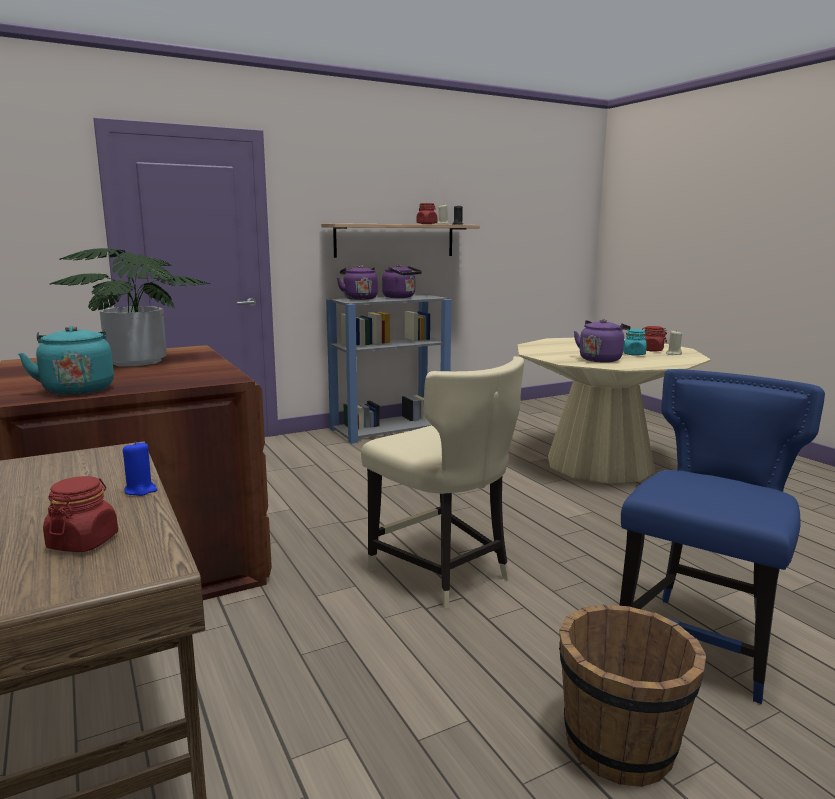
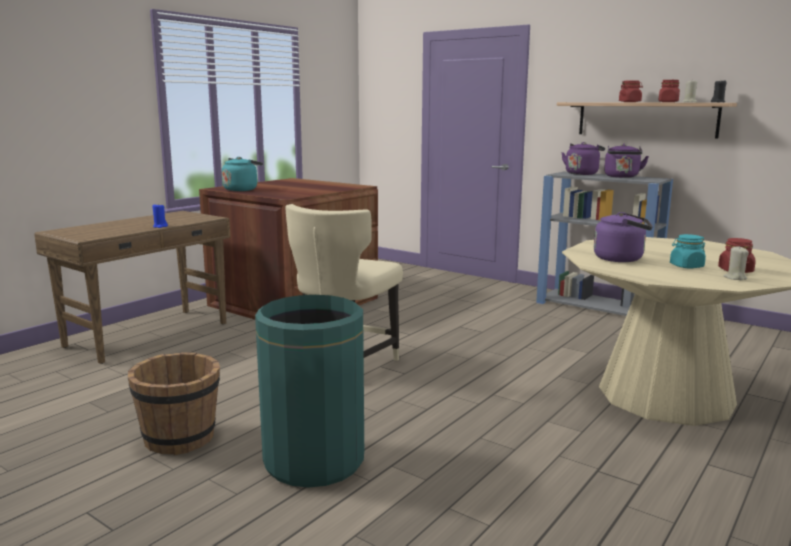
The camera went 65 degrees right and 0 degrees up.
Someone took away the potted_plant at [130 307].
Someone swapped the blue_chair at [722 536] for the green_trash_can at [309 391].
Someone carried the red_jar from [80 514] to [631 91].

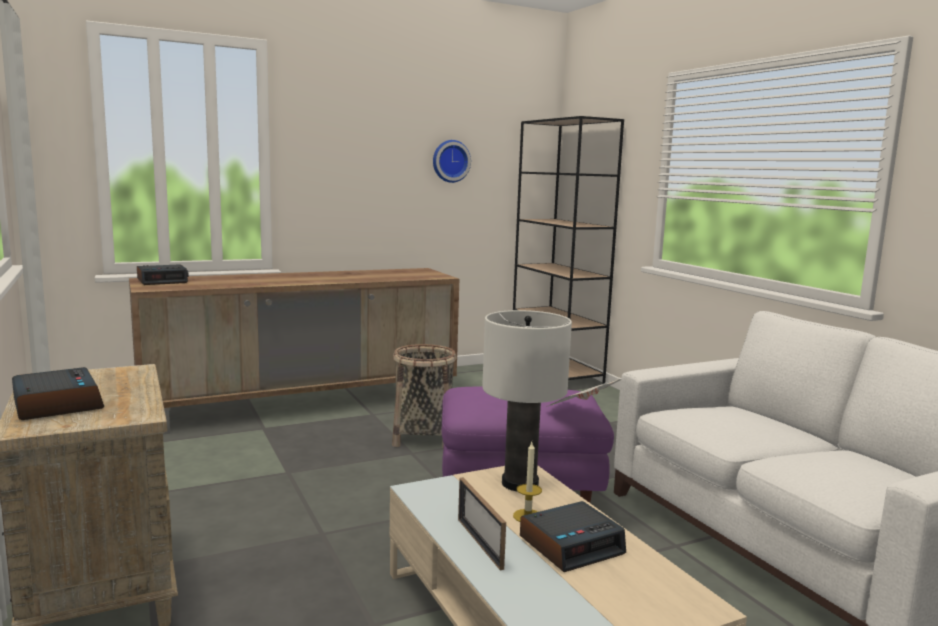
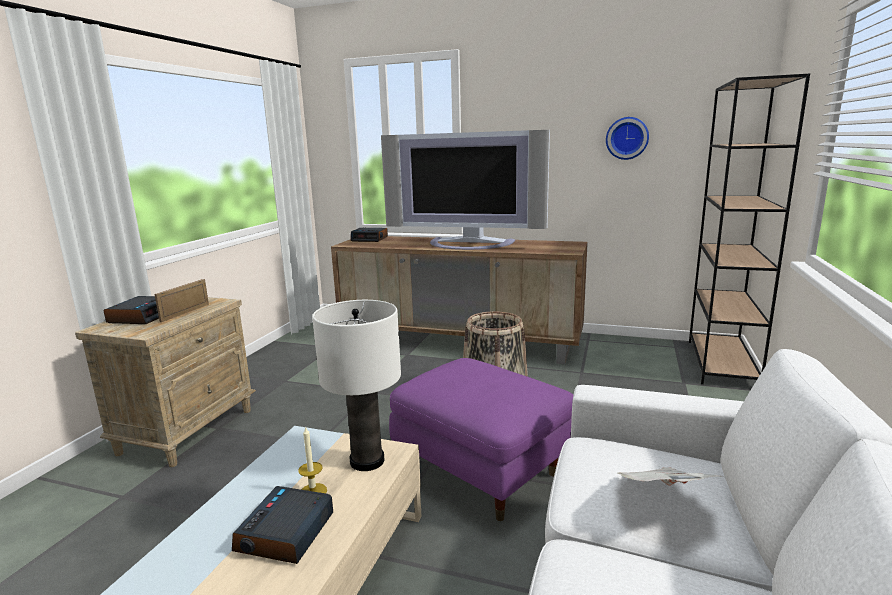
The camera went 45 degrees right and 5 degrees up.
Someone carried the newspaper from [583 393] to [670 476].
Someone carried the picture_frame from [482 523] to [181 300].
Someone rotated the alarm_clock at [573 536] by 90 degrees clockwise.
Someone put down the television at [465 190].

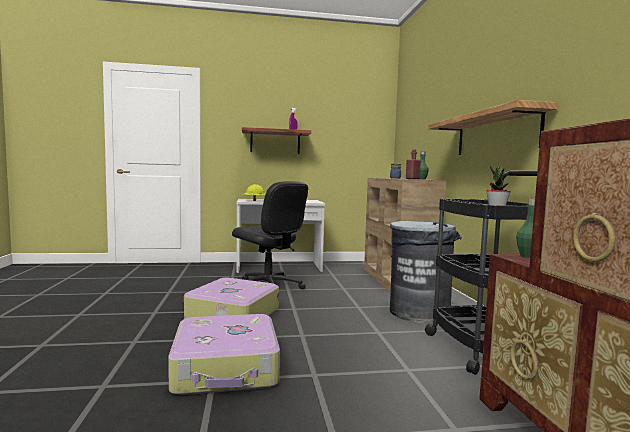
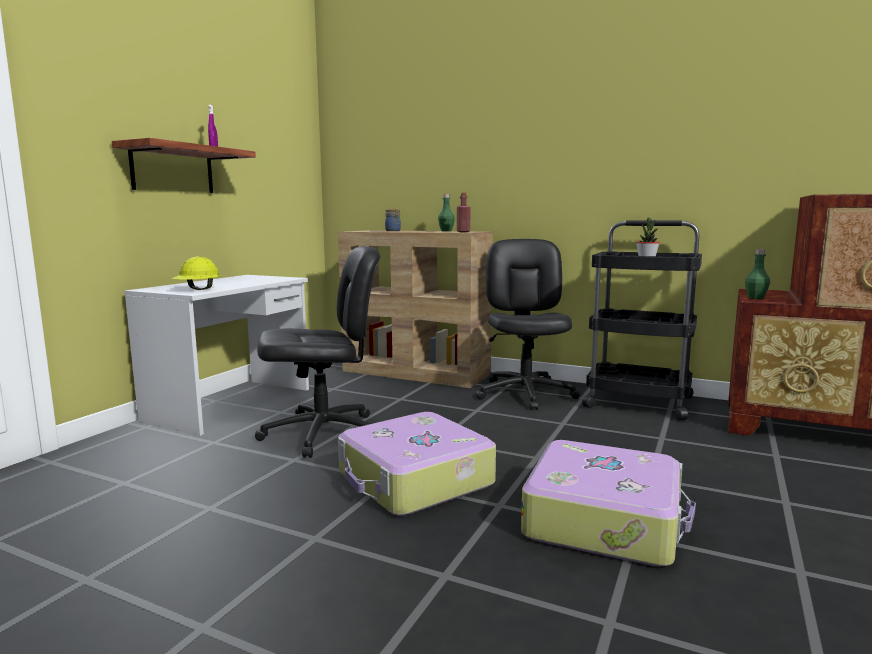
The camera went 55 degrees left and 5 degrees up.
Someone took away the shelf at [493 127].
Someone swapped the grey_trash_can at [426 272] for the black_office_chair at [527 324].

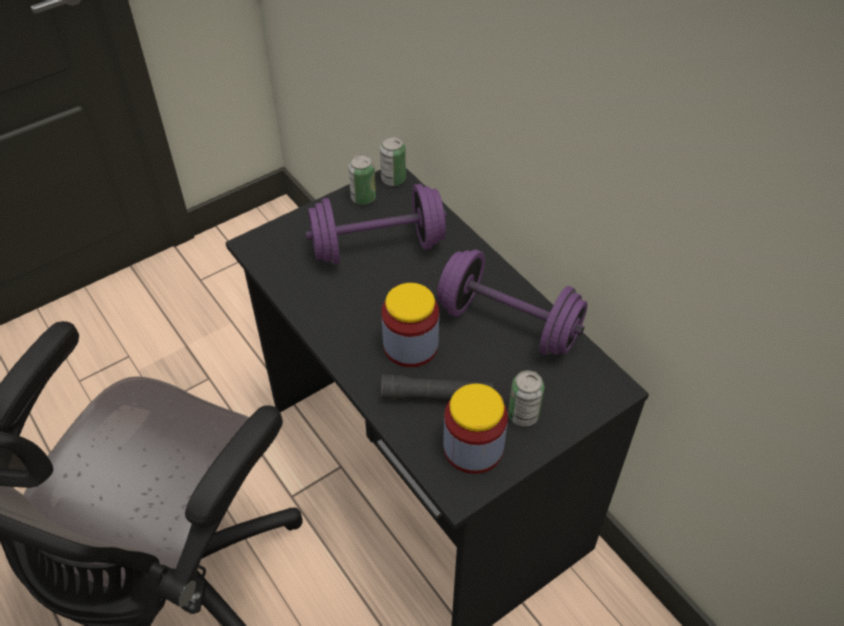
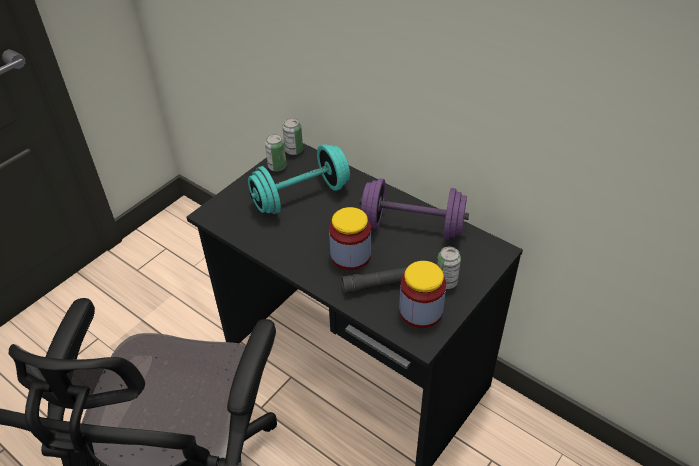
The camera went 15 degrees left and 5 degrees down.
Someone repainted the purple_dumbbell at [376 224], which became the turquoise_dumbbell at [299 179].

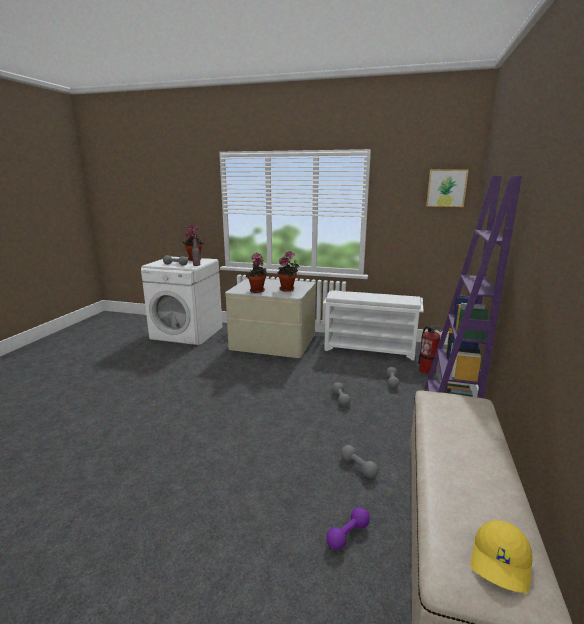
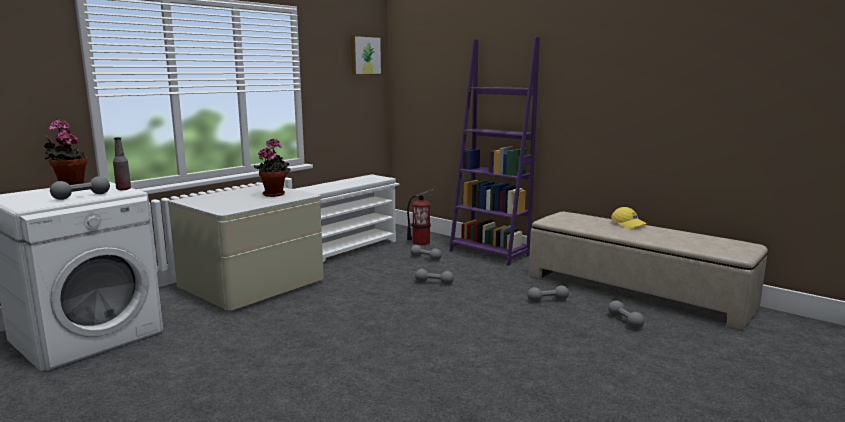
The camera went 65 degrees left and 5 degrees down.
Someone took away the potted_plant at [256 273].
Someone repainted the purple_dumbbell at [348 528], which became the grey_dumbbell at [626 314].
Someone carried the yellow_cap from [502 556] to [629 218].

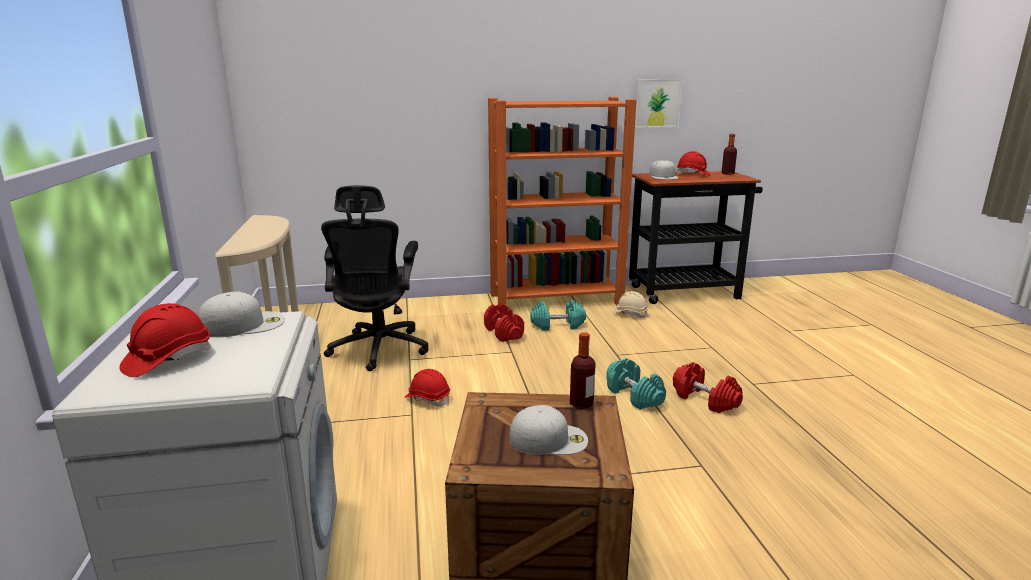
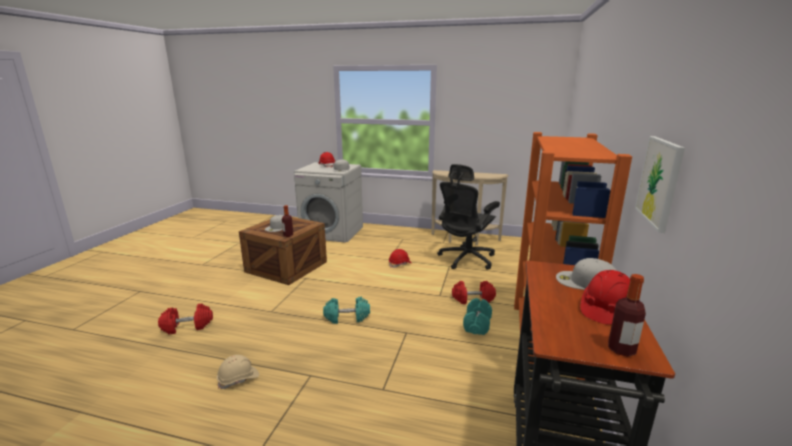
The camera went 115 degrees right and 0 degrees up.
Someone rotated the office_chair at [374 278] by 75 degrees counterclockwise.
Someone carried the beige_hard_hat from [630 304] to [238 372].
Someone carried the red_dumbbell from [708 387] to [185 319].

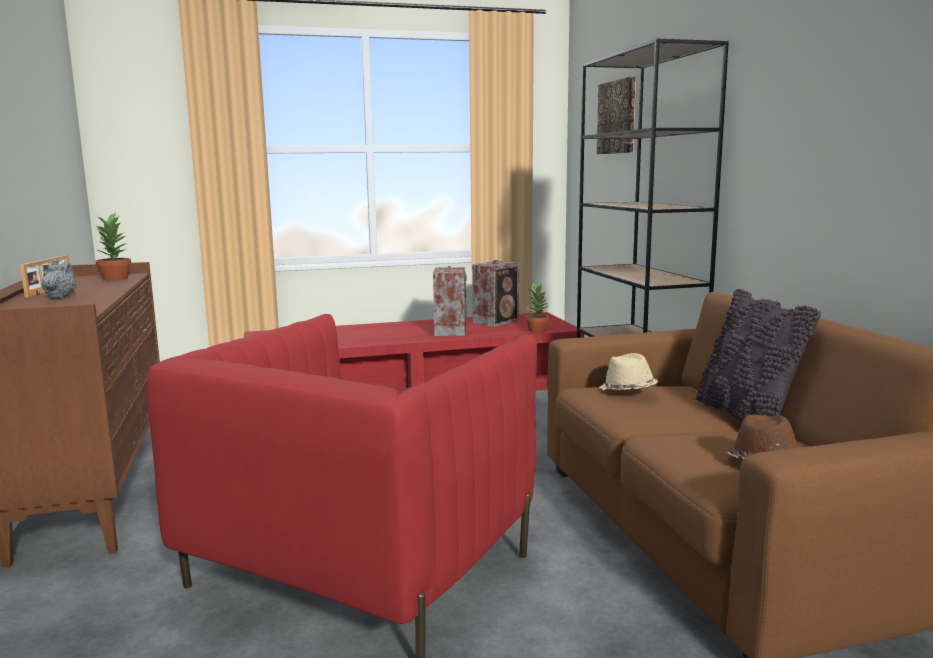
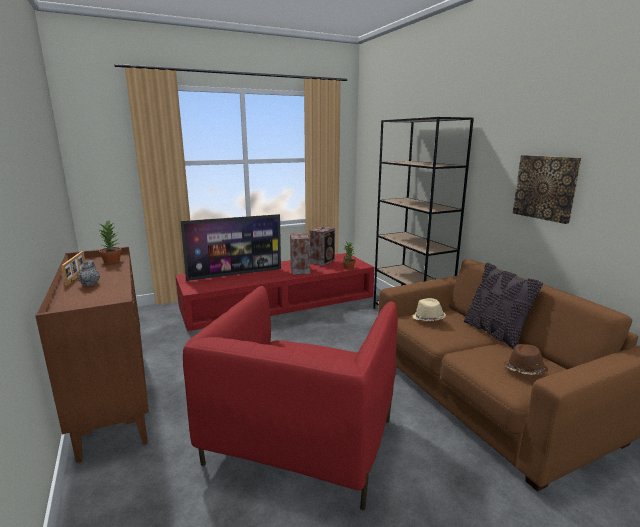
The camera went 10 degrees left and 5 degrees up.
Someone carried the picture from [616 115] to [547 189].
Someone put down the television at [231 247].

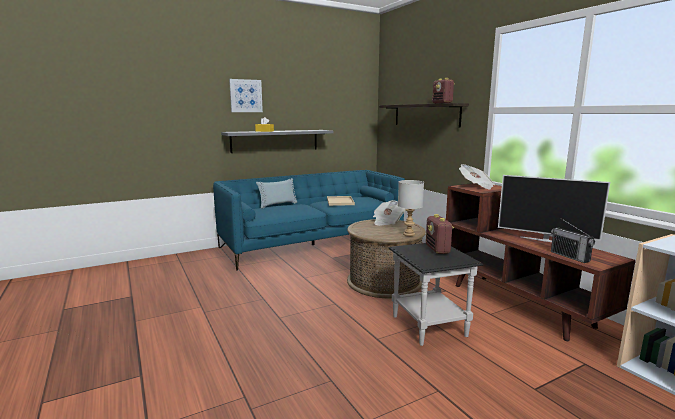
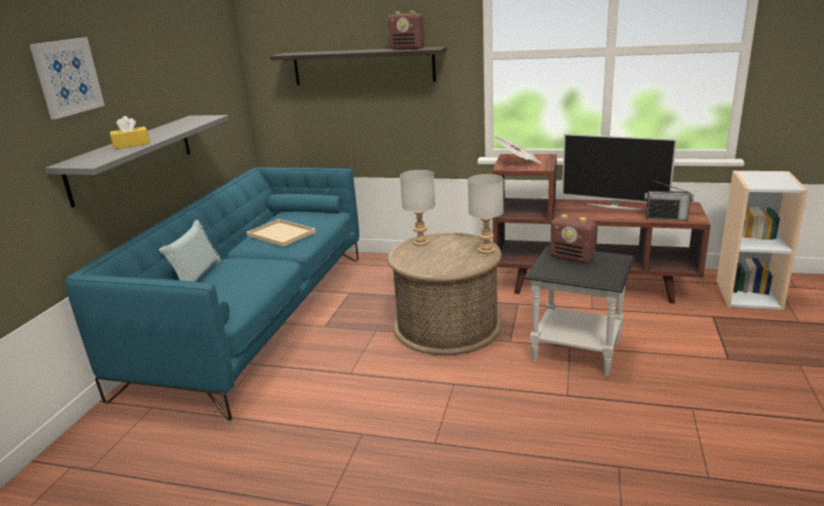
The camera went 45 degrees left and 10 degrees up.
Someone rotated the television at [554 208] by 45 degrees clockwise.
Someone swapped the newspaper at [389 213] for the grey_table_lamp at [417 208].

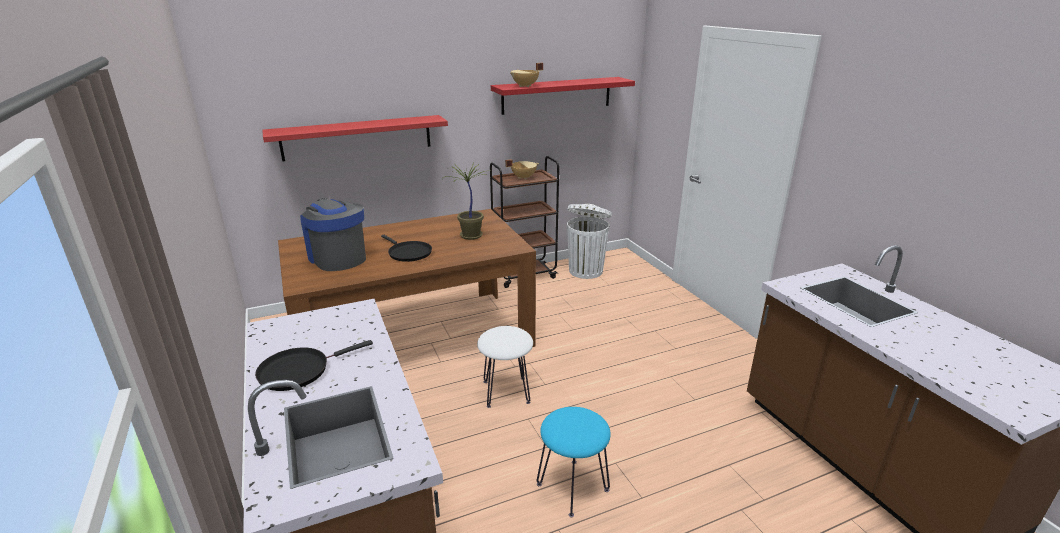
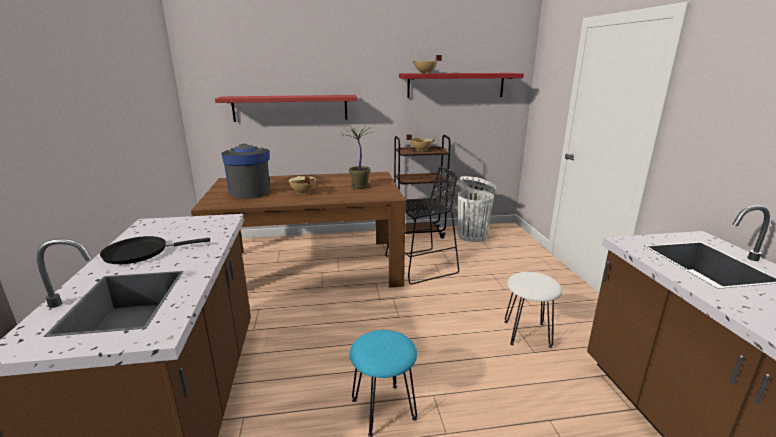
The camera went 15 degrees right and 5 degrees down.
Someone swapped the black_frying_pan at [406 248] for the beige_cooking_pot at [302 185].
Someone carried the white_stool from [505 367] to [533 310].
Someone put down the black_stool at [422 225].

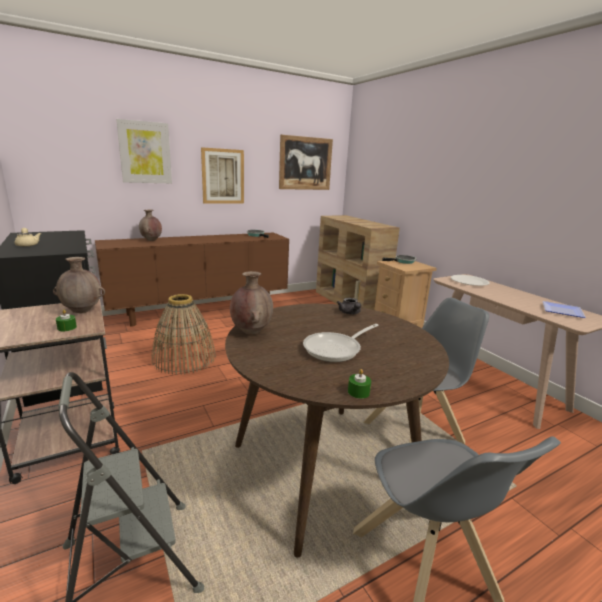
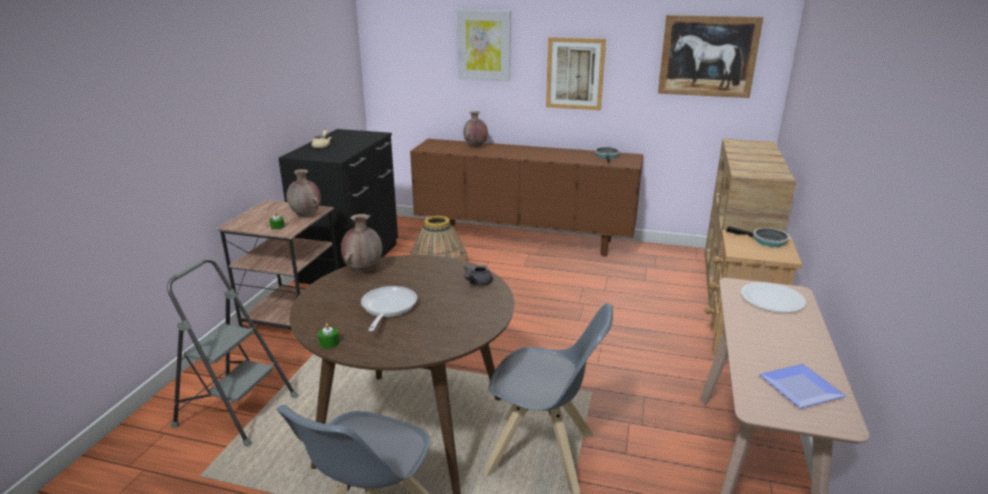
The camera went 45 degrees right and 5 degrees up.
Someone rotated the frying_pan at [341 343] by 90 degrees clockwise.

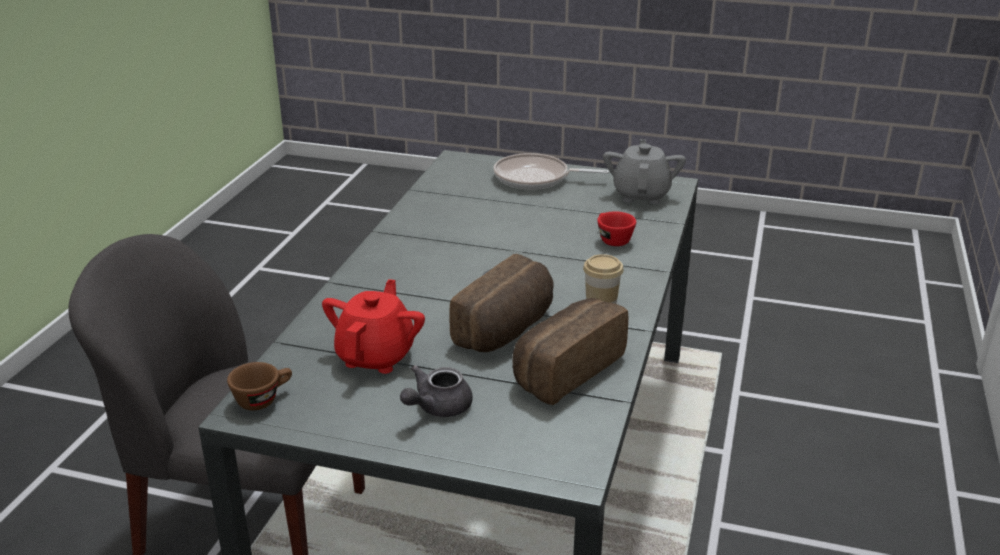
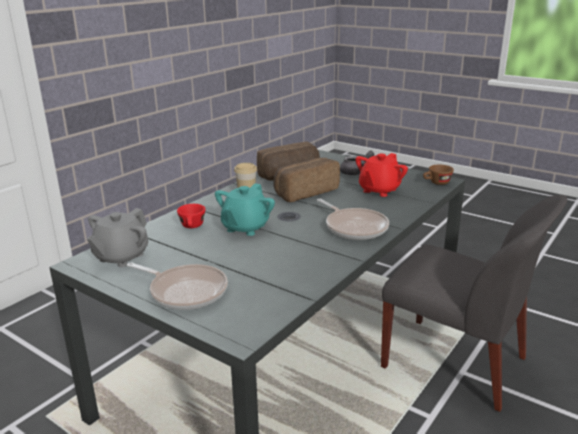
The camera went 160 degrees left and 5 degrees down.
Someone put down the turquoise_teapot at [245 209].
Someone put down the frying_pan at [353 219].

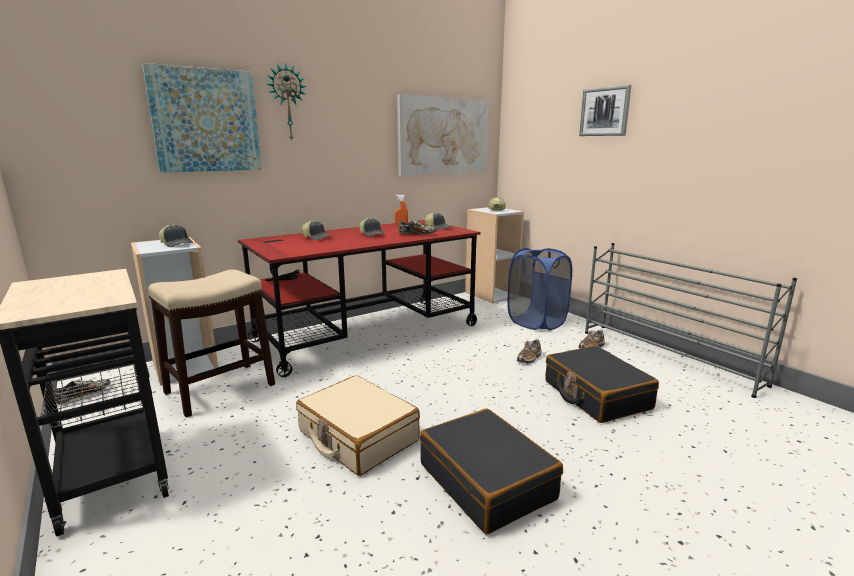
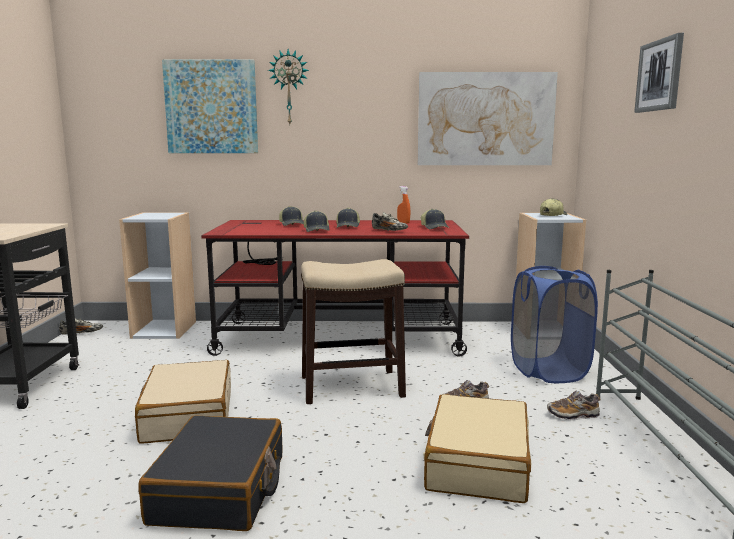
The camera went 35 degrees right and 5 degrees down.
Someone carried the cap from [176 235] to [317 221].
Someone carried the stool from [211 343] to [353 331].
Someone repainted the black_suitcase at [602 384], which became the beige_suitcase at [477 448].

